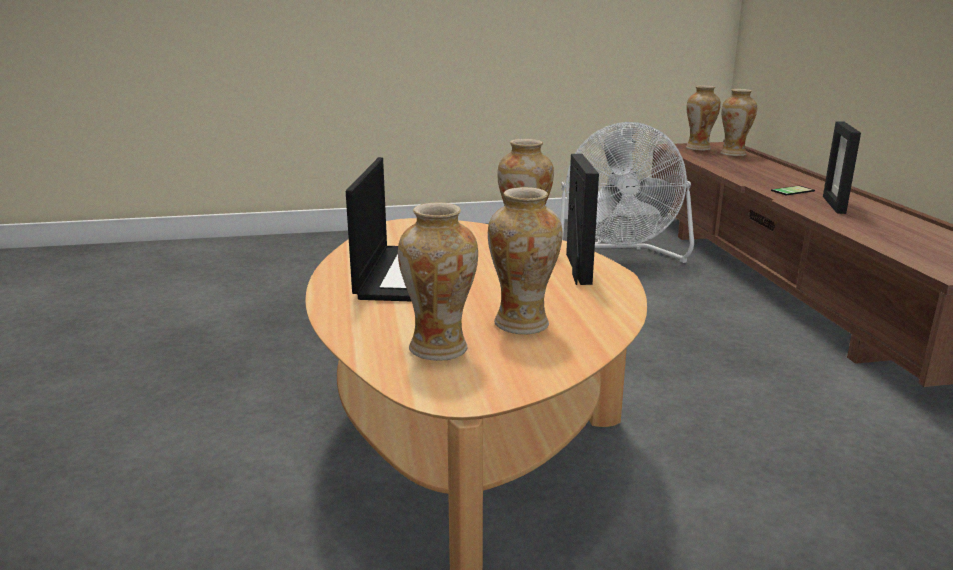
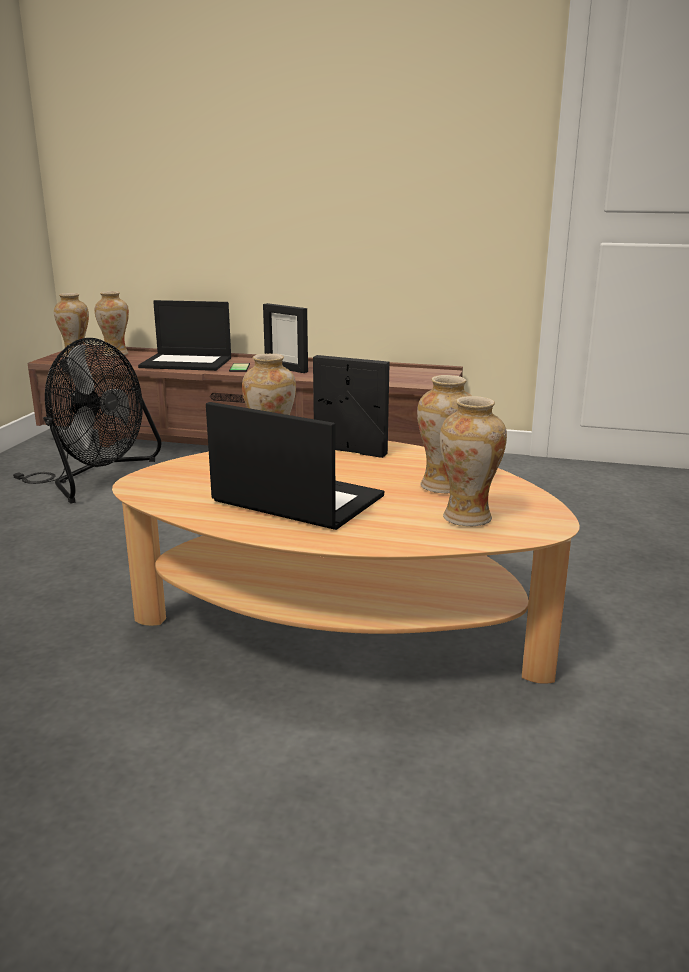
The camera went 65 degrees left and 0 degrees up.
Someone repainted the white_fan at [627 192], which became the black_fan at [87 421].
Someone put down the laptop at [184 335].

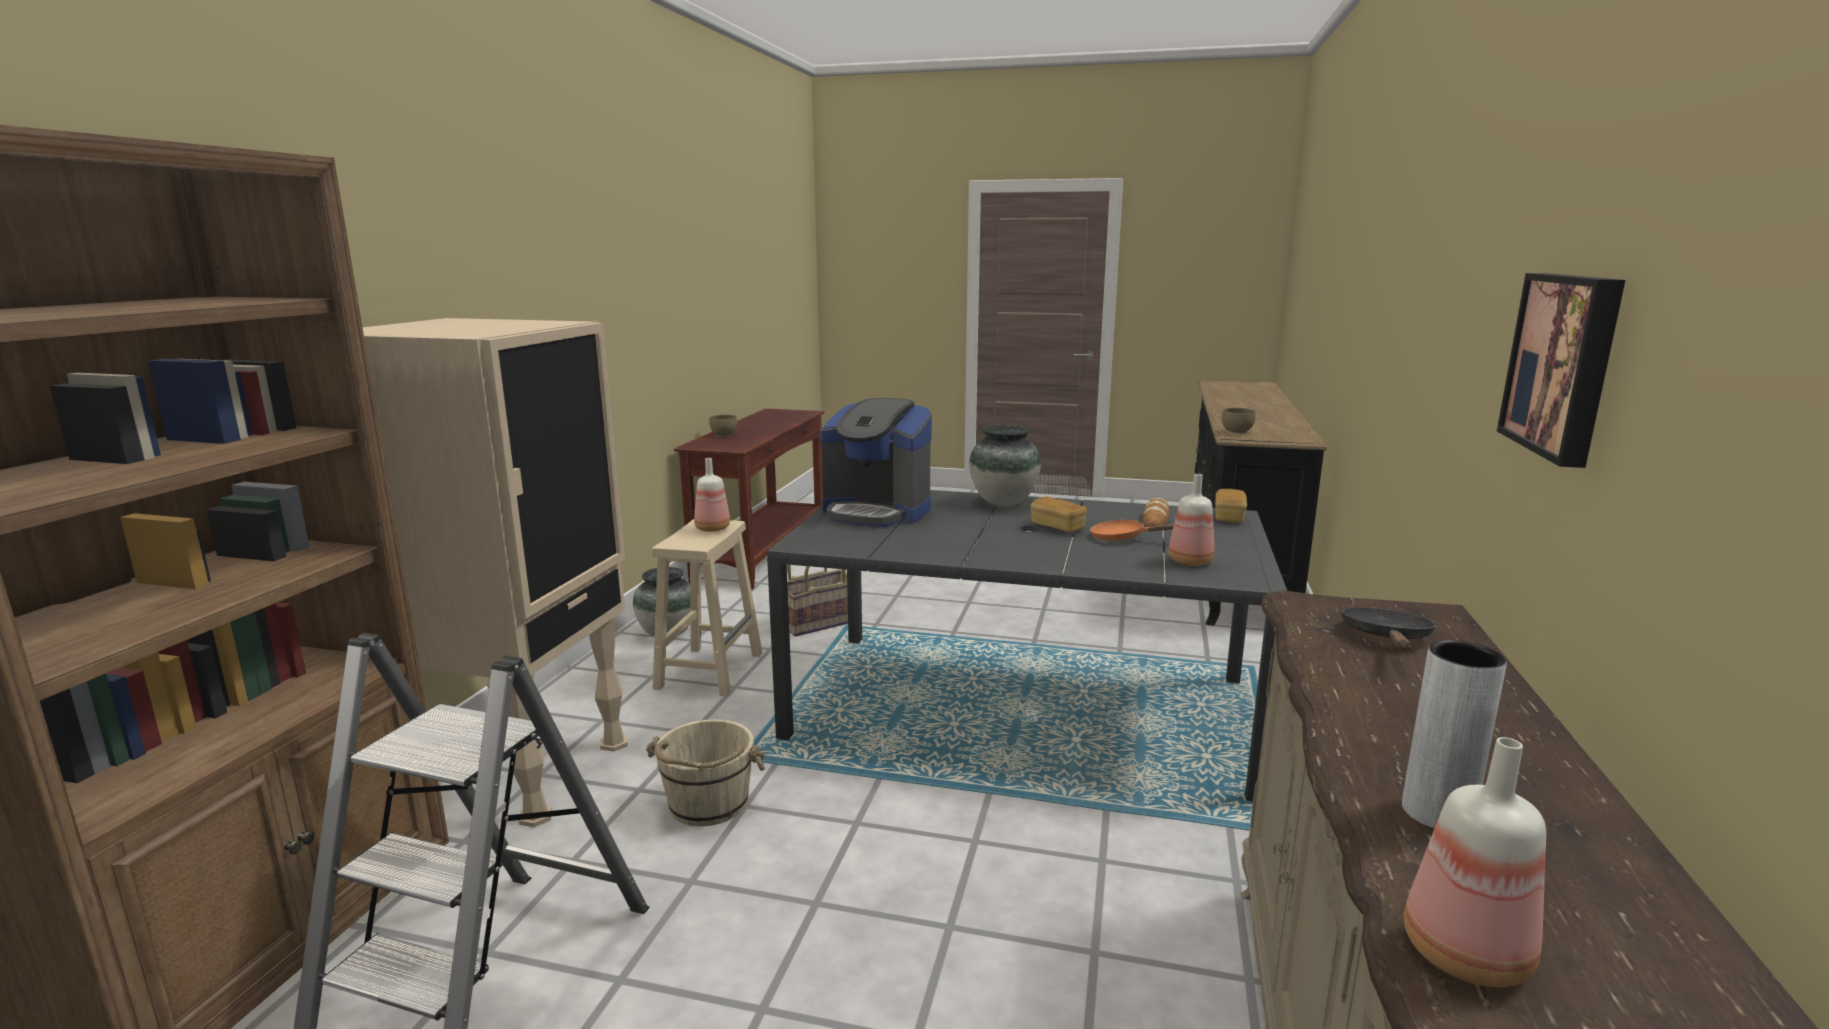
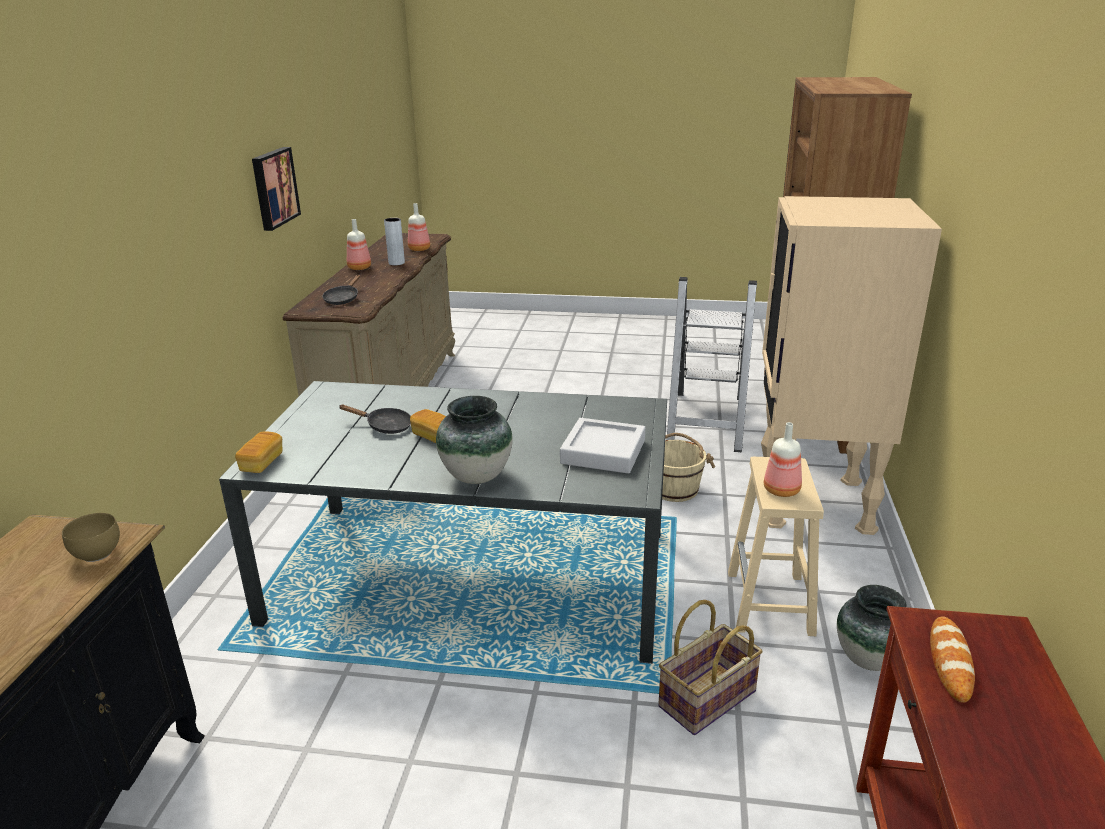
The camera went 175 degrees right and 10 degrees up.
Someone swapped the coffee_machine at [876 462] for the grey_tray at [602 446].
Someone took away the brown_bowl at [723 426].
Someone carried the bottle from [1191 520] to [359 244].
Someone carried the bread from [1155 512] to [952 659].
Someone repainted the orange_frying_pan at [1132 530], which became the black_frying_pan at [375 419].

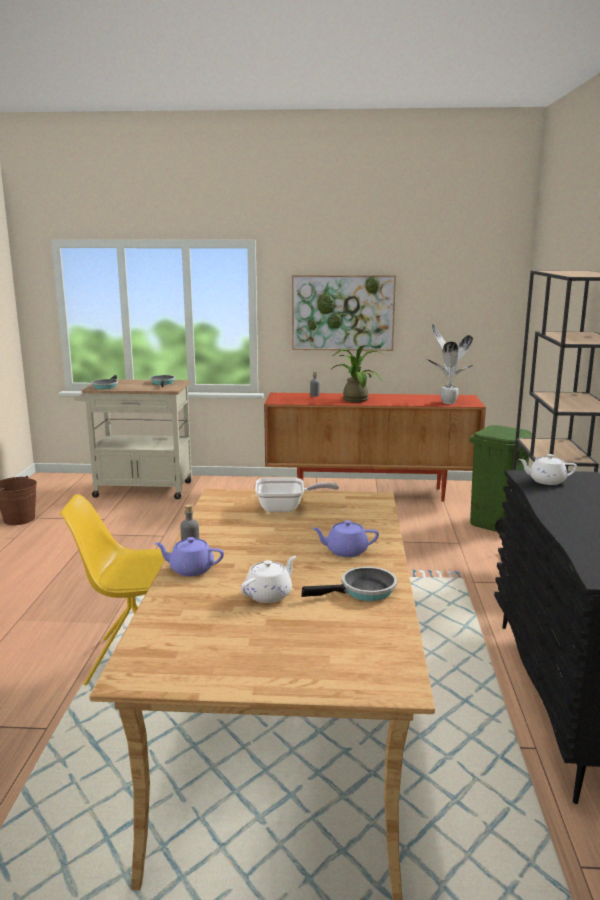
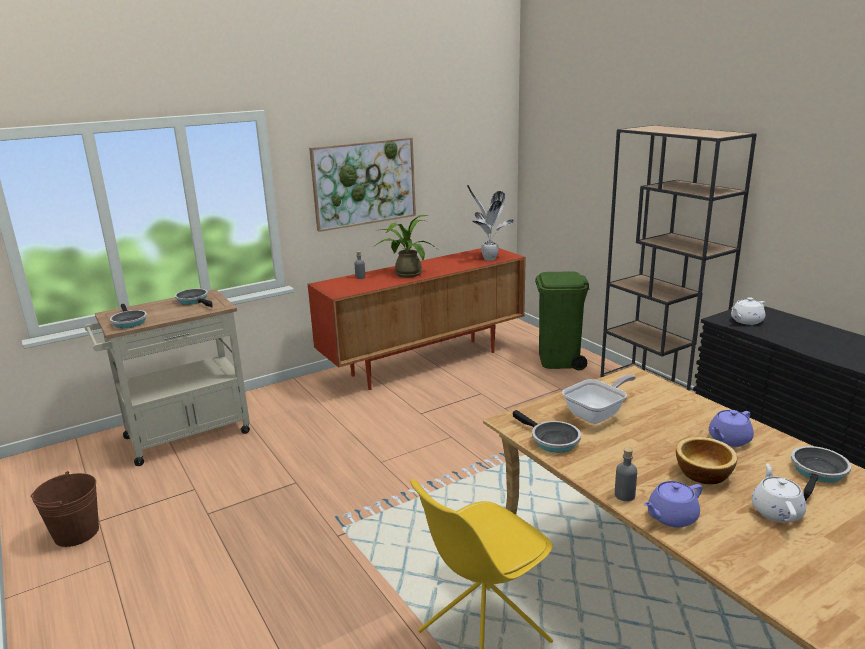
The camera went 35 degrees left and 5 degrees up.
Someone put down the frying_pan at [547 431].
Someone put down the bowl at [706 460].

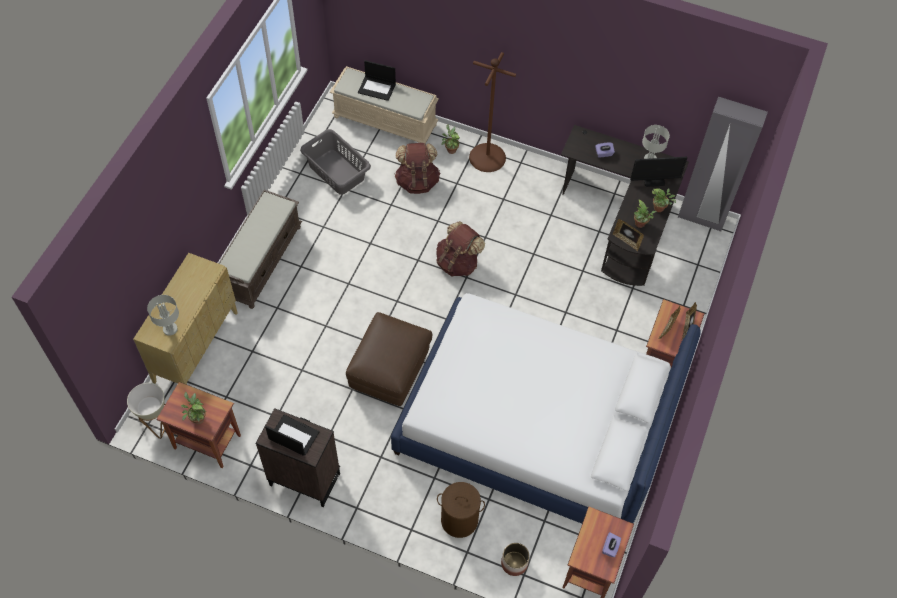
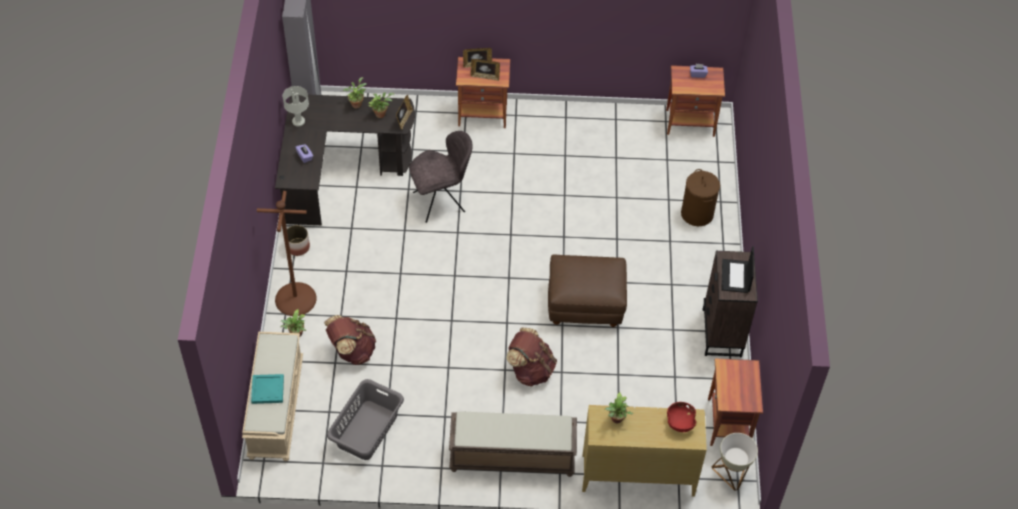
The camera went 110 degrees left and 5 degrees down.
Someone swapped the laptop at [377 80] for the turquoise_tray at [267 389].
Someone took away the monitor at [658 172].
Someone carried the brown_backpack from [460 248] to [531 357].
Someone took away the white_bed at [546 408].
Someone swapped the grey_table_lamp at [163 315] for the red_bowl at [681 417].
Someone carried the potted_plant from [193 408] to [619 407].
Someone carried the planter from [515 559] to [298 240].
Someone put down the grey_chair at [441 177].

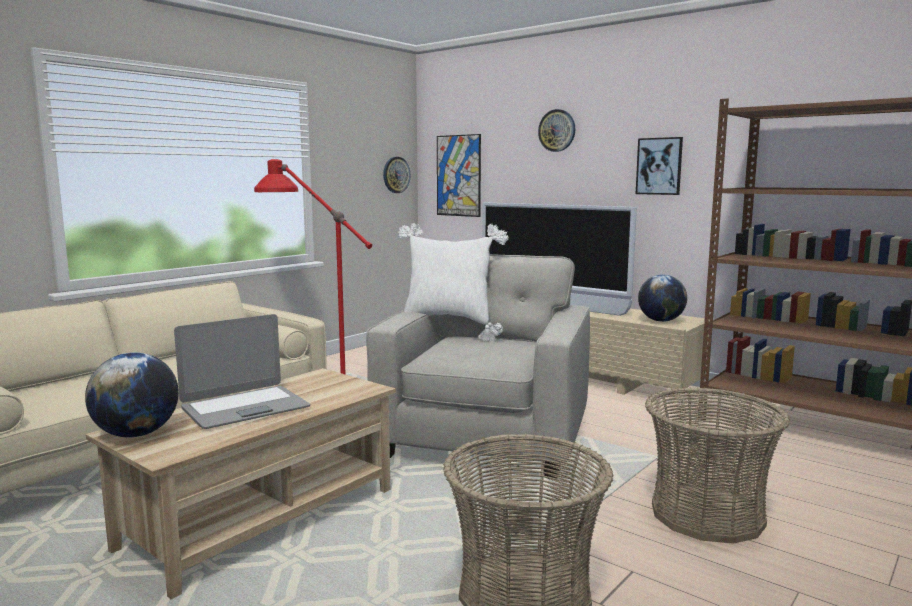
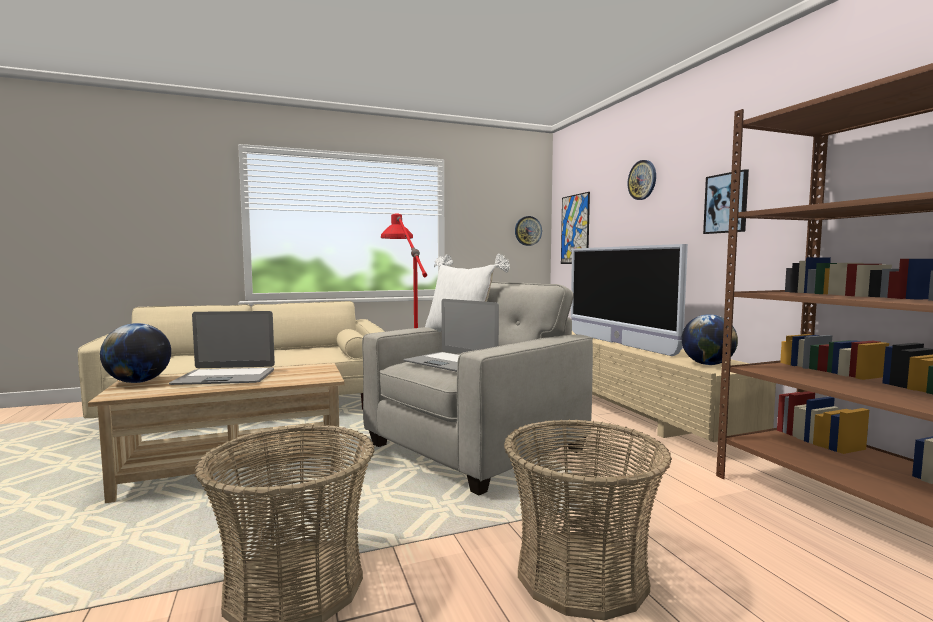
The camera went 30 degrees right and 5 degrees down.
Someone put down the laptop at [451 335].

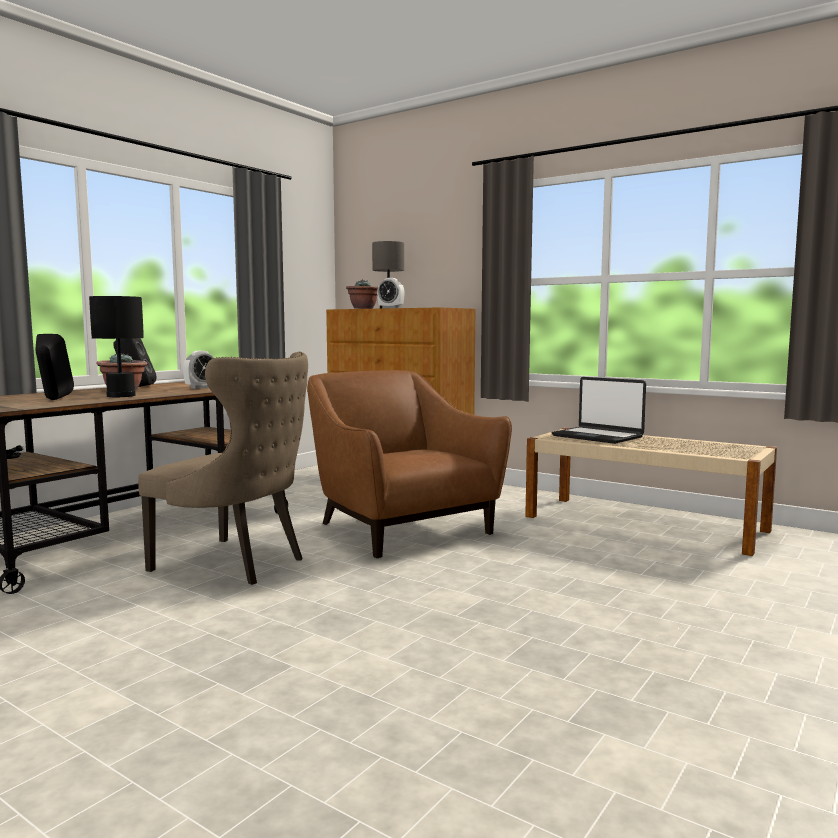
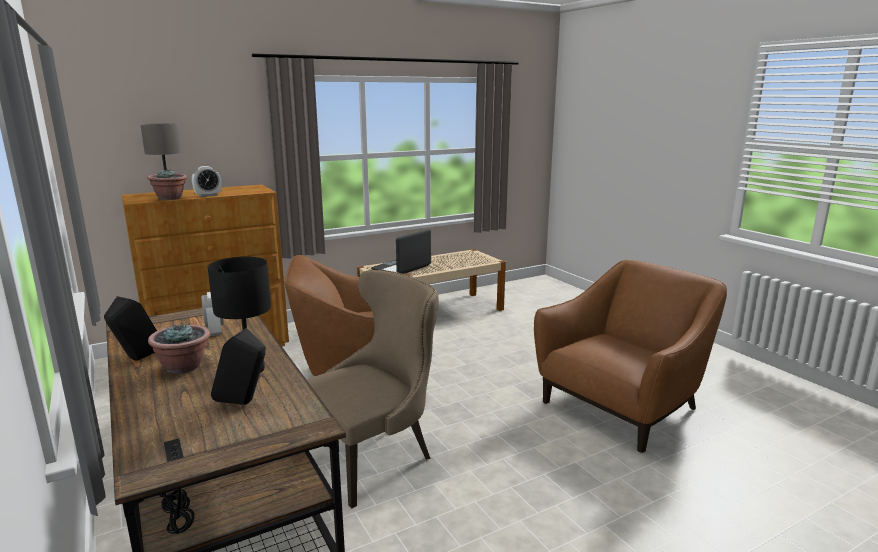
The camera went 65 degrees left and 10 degrees up.
Someone rotated the laptop at [598 410] by 150 degrees clockwise.
Someone put down the brown_armchair at [630 356].

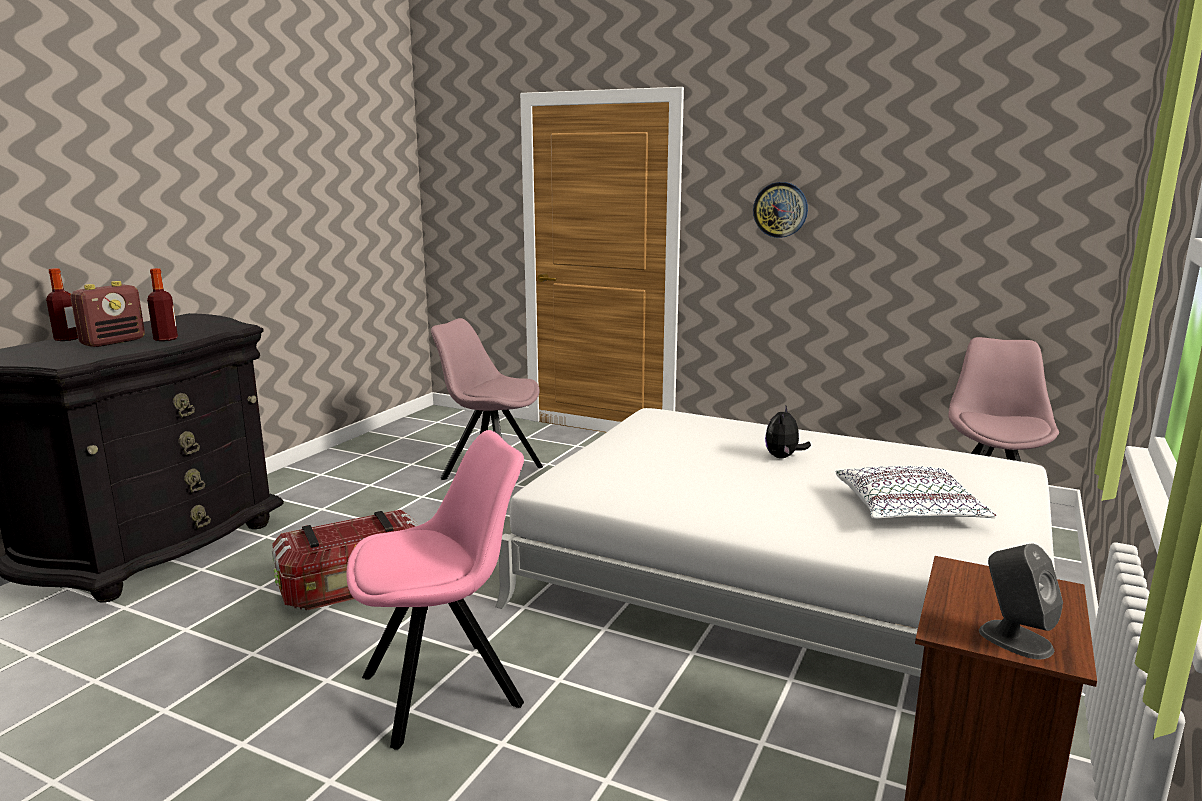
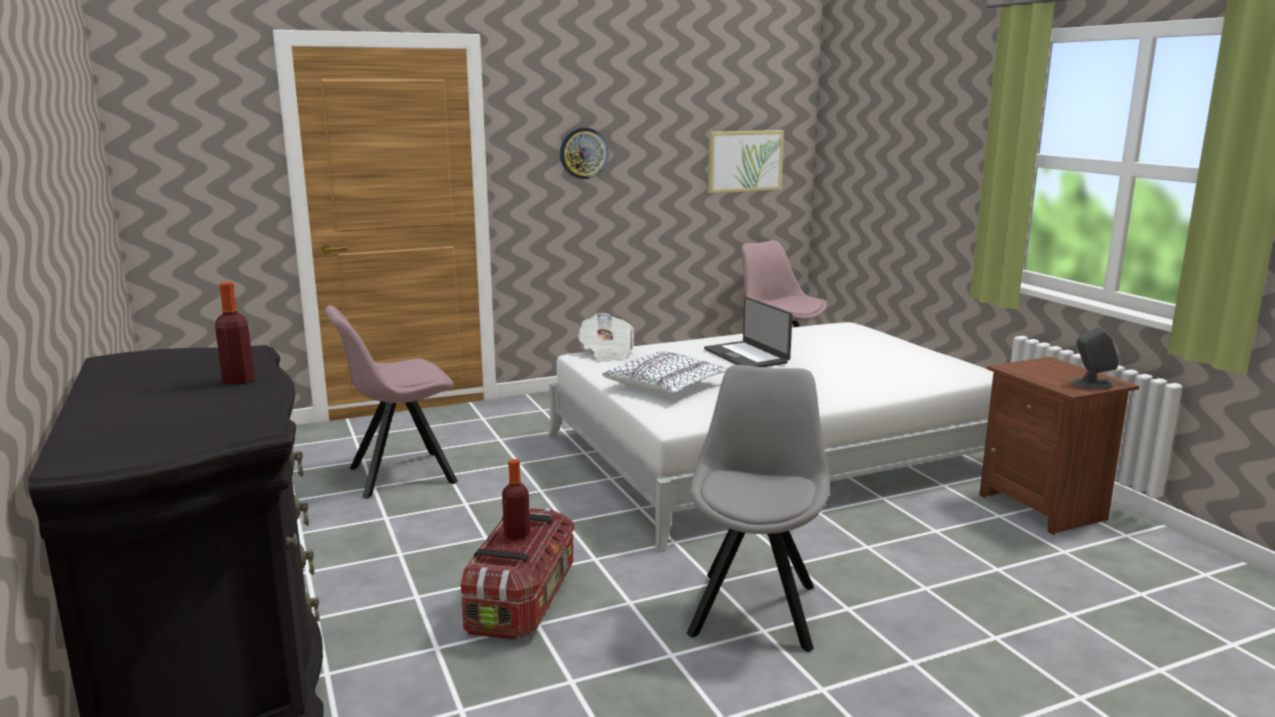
The camera went 50 degrees left and 0 degrees up.
Someone carried the bottle from [62 304] to [516 499].
Someone took away the radio at [108 314].
Someone swapped the plush_toy at [788 432] for the laptop at [748 332].
Someone repainted the pink_chair at [435 590], which became the grey_chair at [758 508].
Someone carried the white_pillow from [916 492] to [664 372].
Someone put up the picture at [746 161].
Someone put down the newspaper at [606 337].

